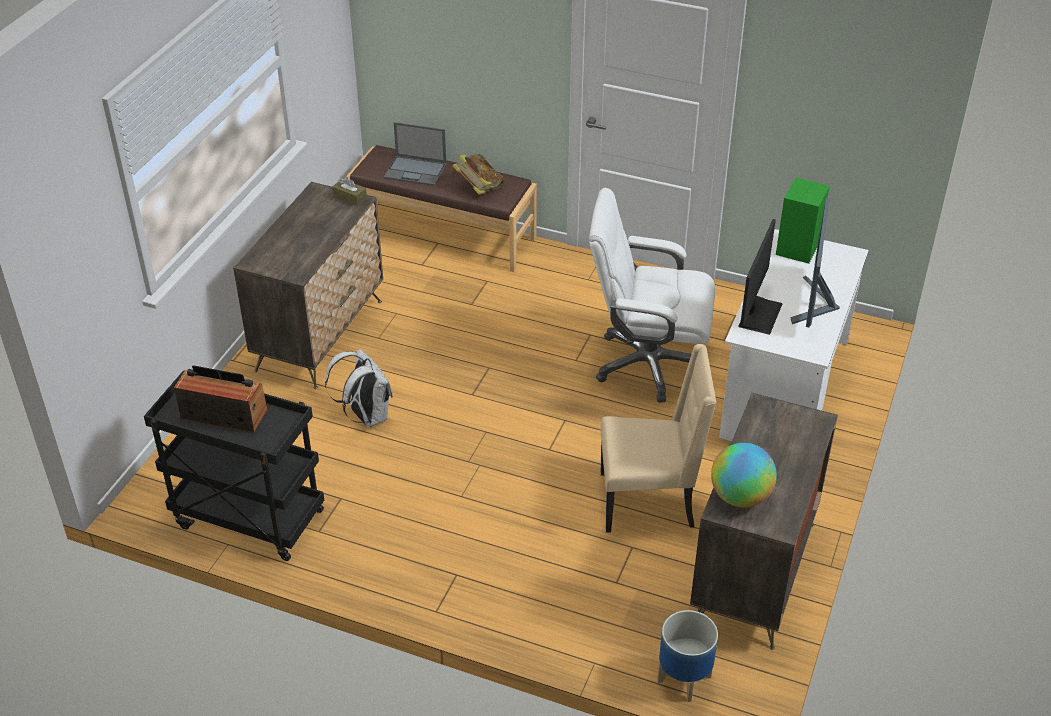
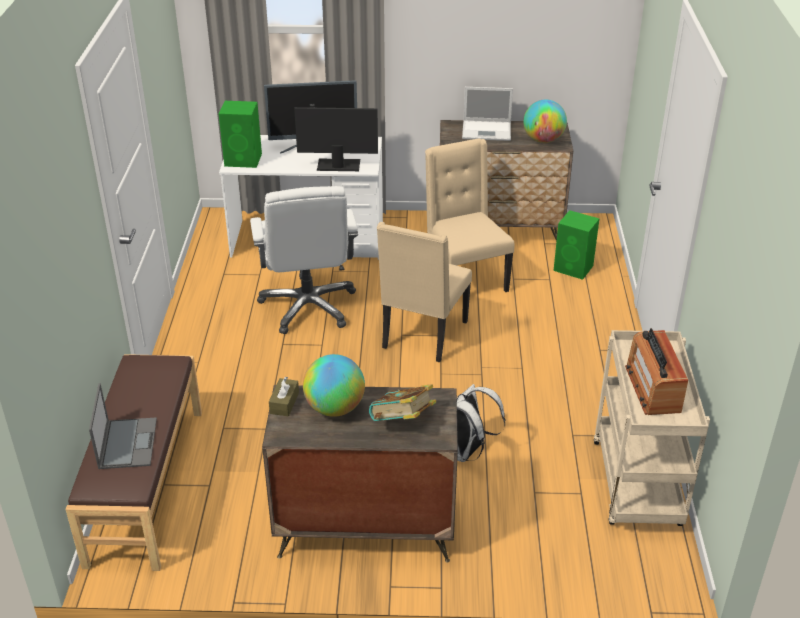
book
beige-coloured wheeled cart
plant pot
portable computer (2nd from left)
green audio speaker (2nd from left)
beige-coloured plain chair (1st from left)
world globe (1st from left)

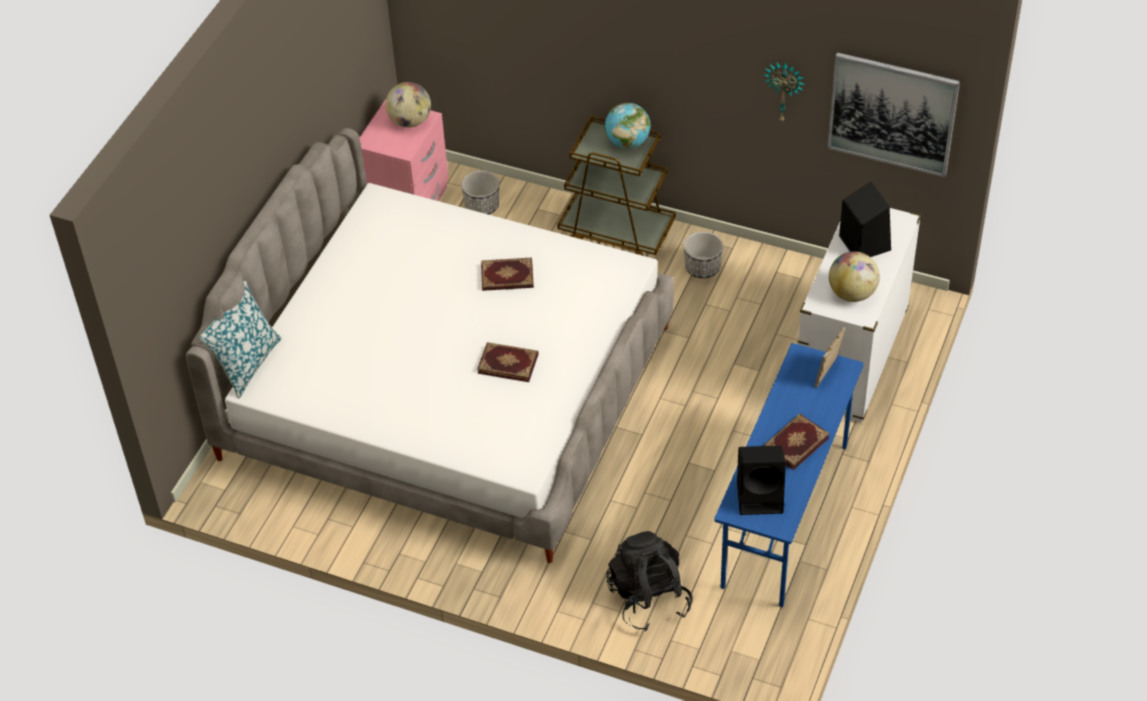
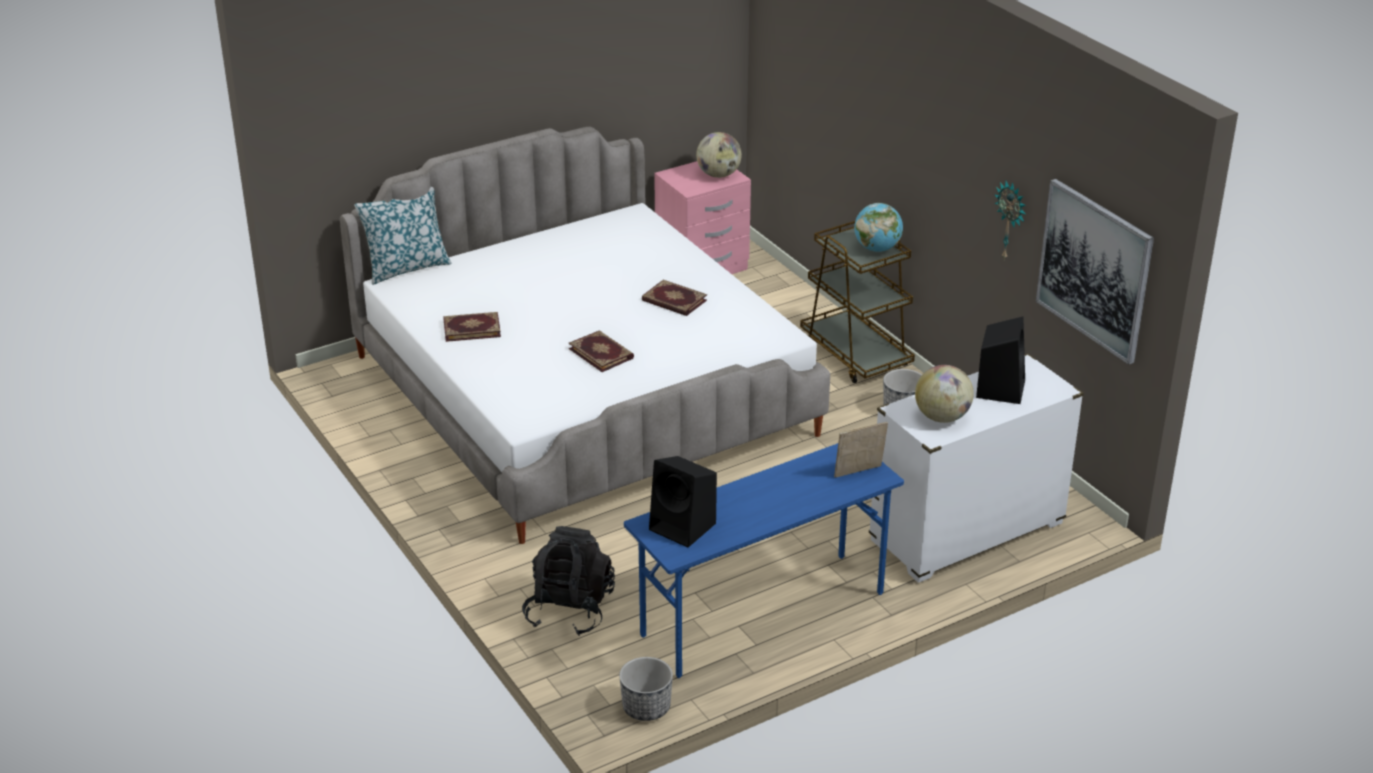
plant pot (1st from left)
book (1st from left)

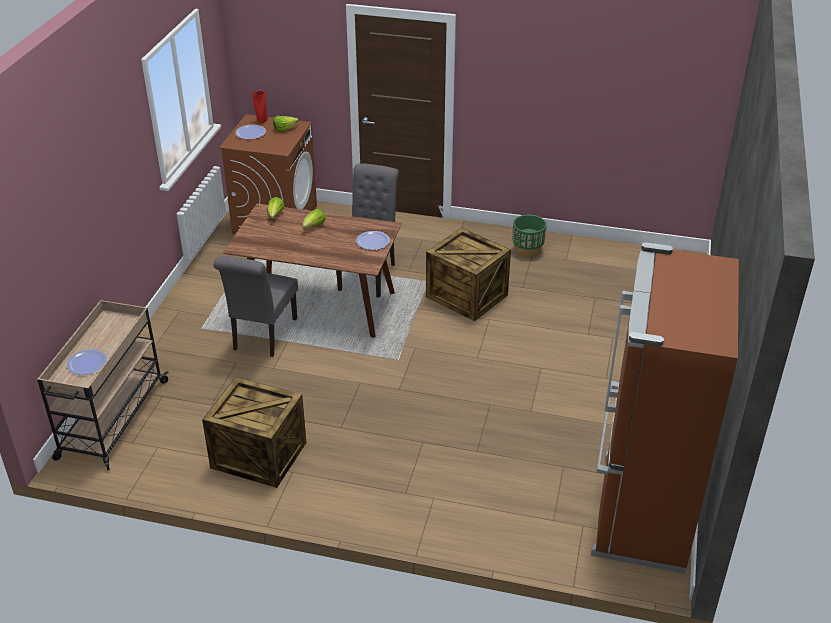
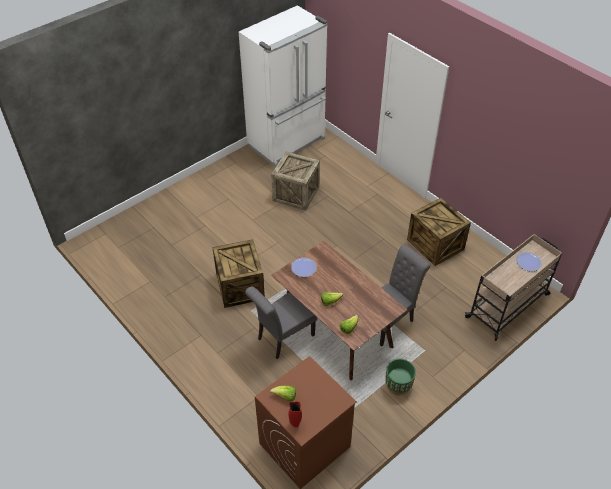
plate (2nd from left in the first image)
green plant pot
white-coloured fridge
shipping crate (2nd from left)

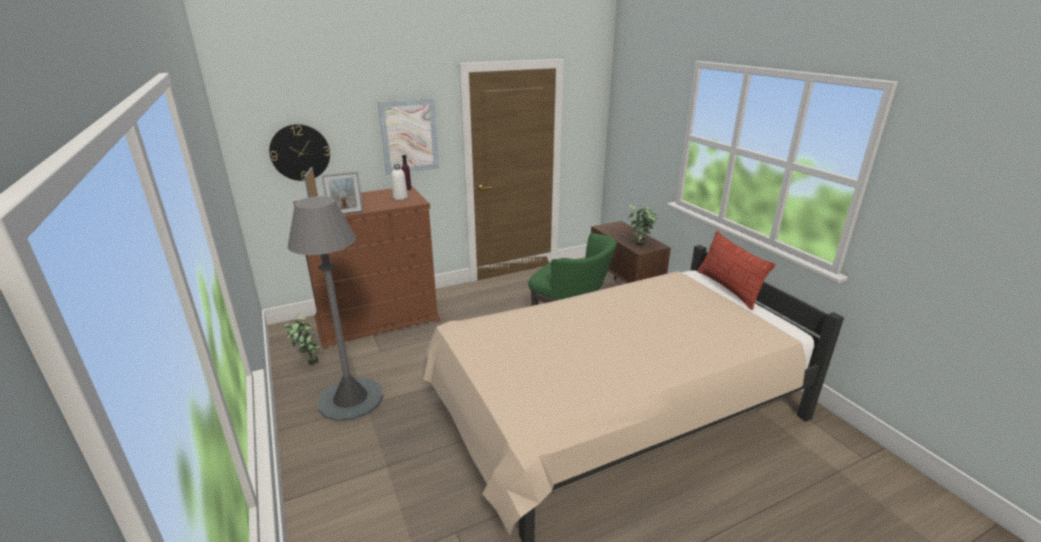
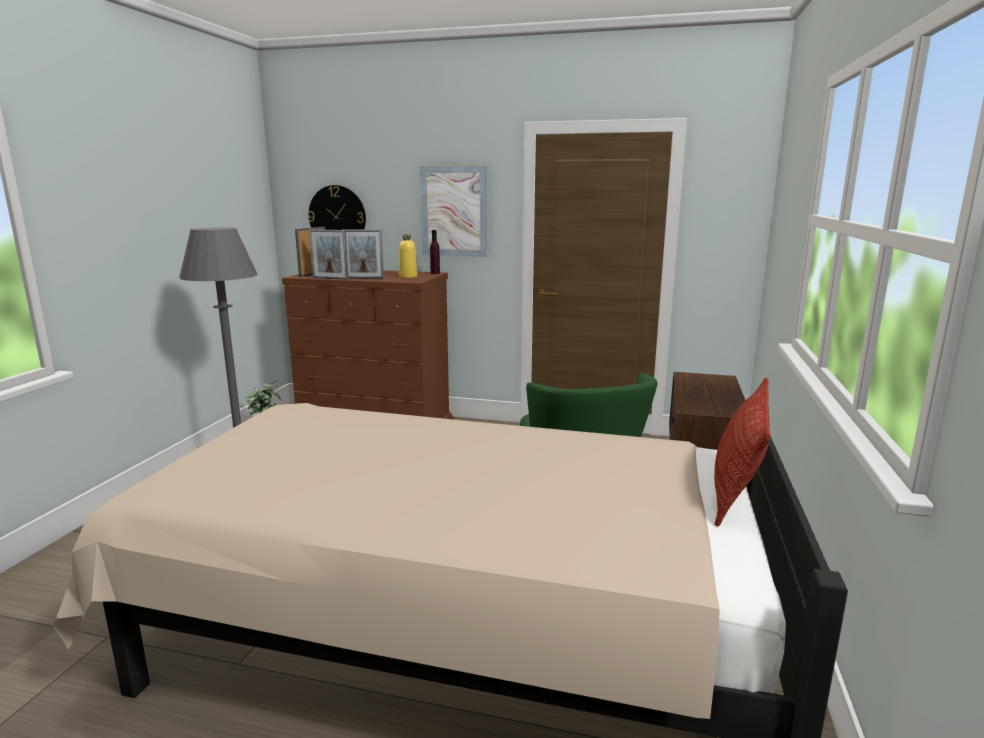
yellowish drink bottle
houseplant (2nd from left in the first image)
picture frame (3rd from left)

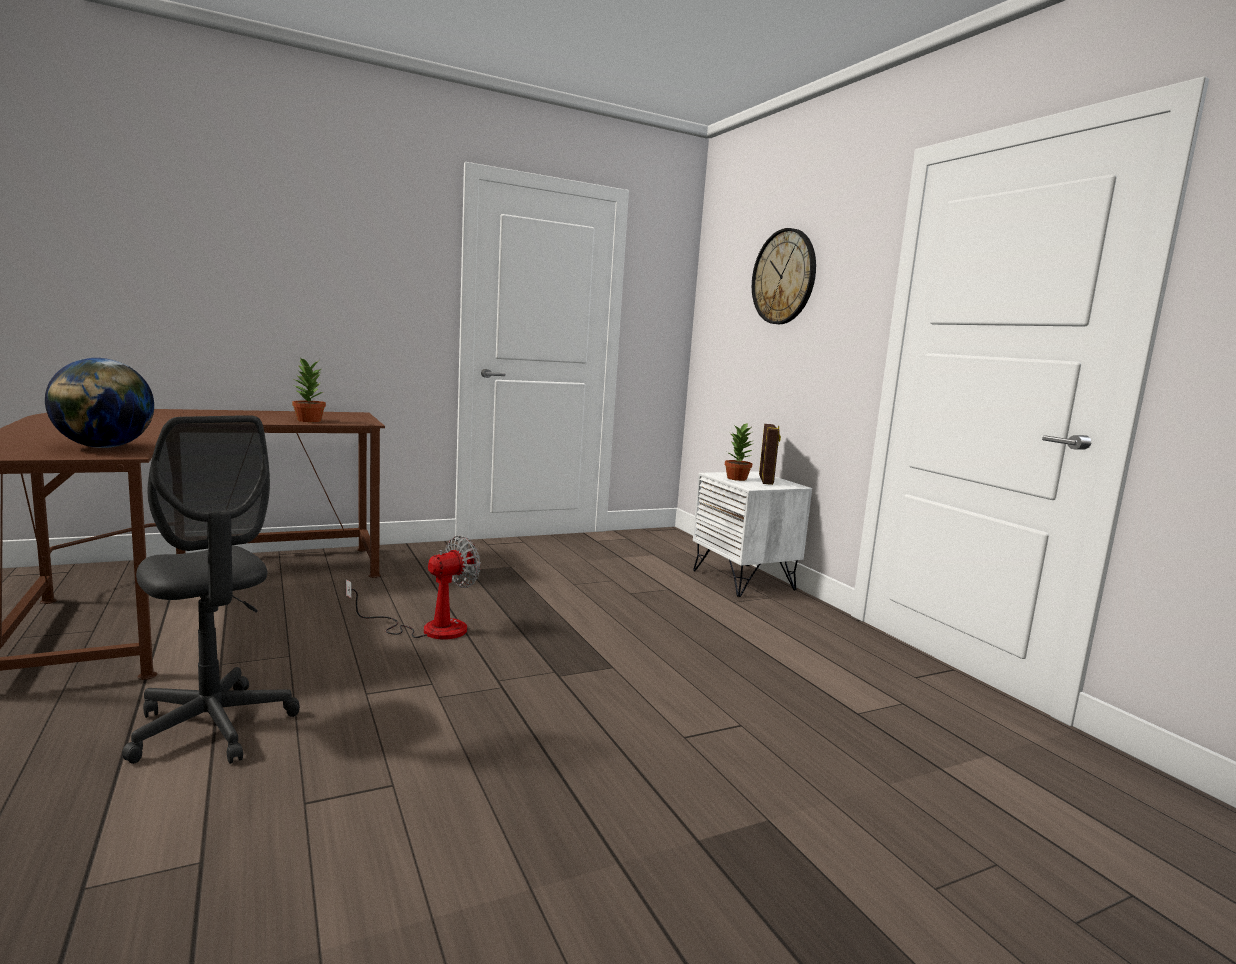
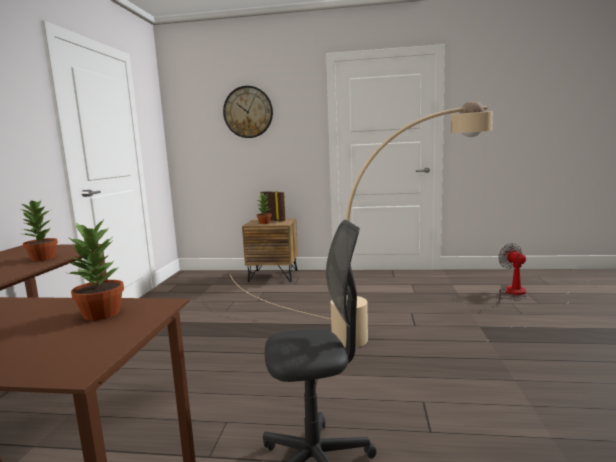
houseplant (2nd from left)
brown-coloured bedside table
electric fan
beige-coloured standard lamp

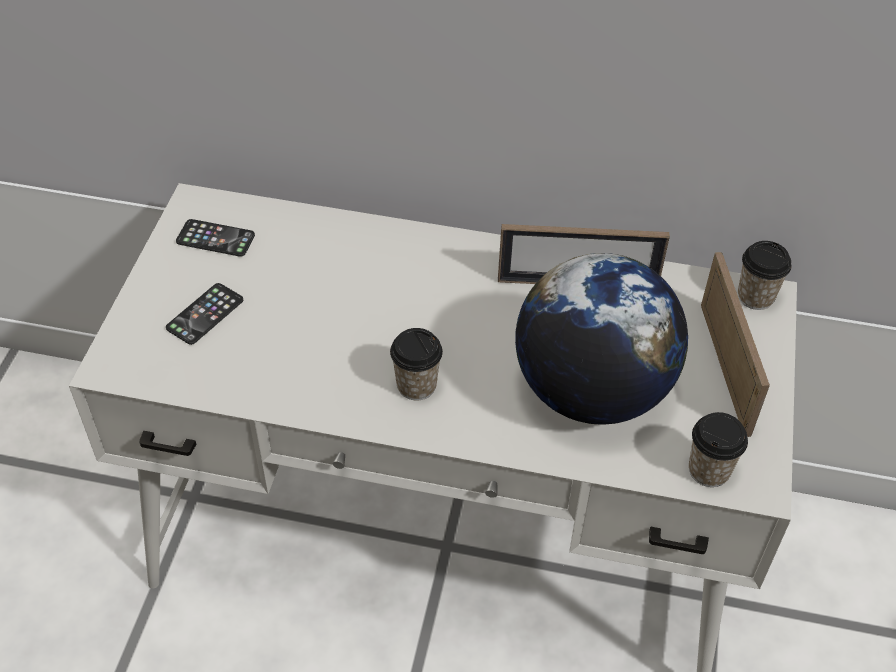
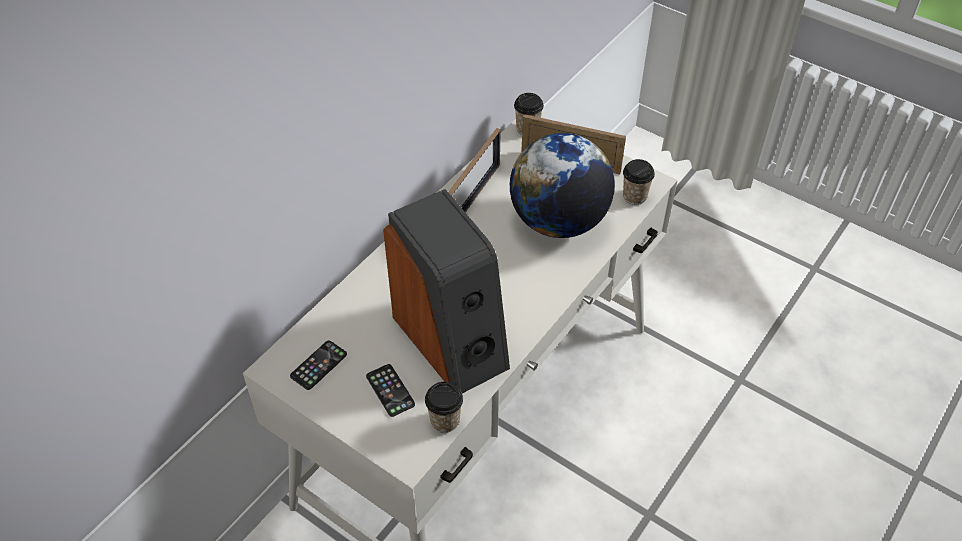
cup (1st from left)
audio speaker

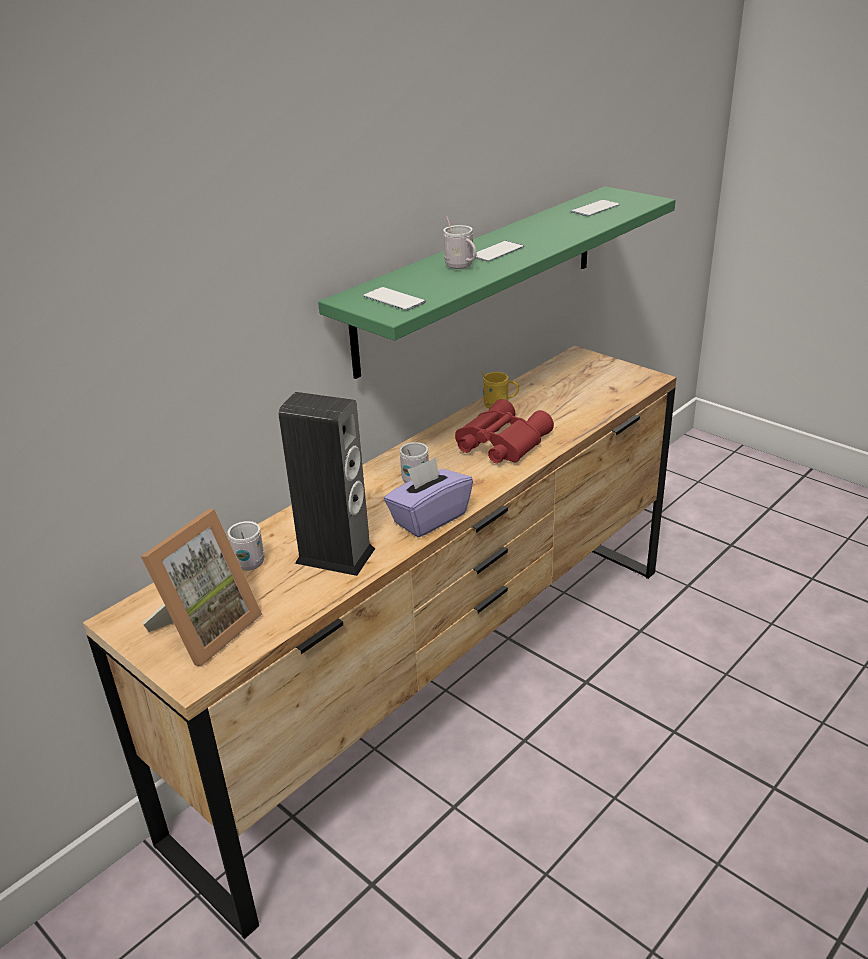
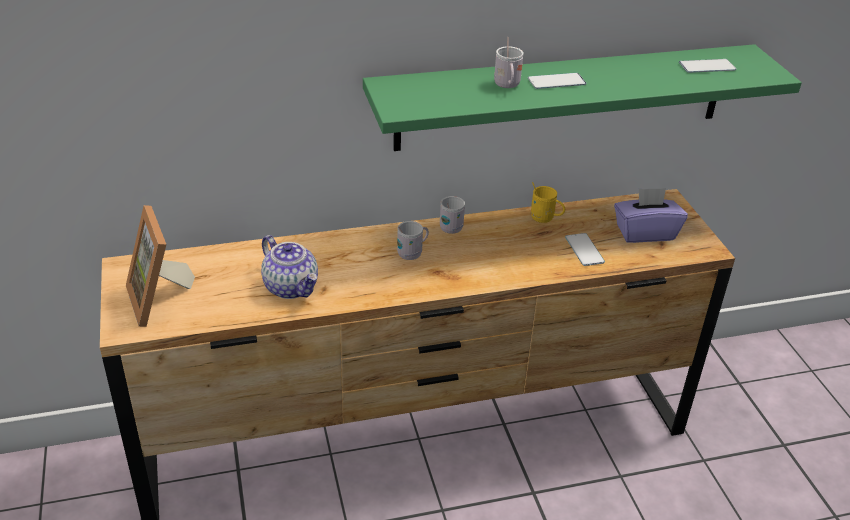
handset (2nd from left)
tea pot
red field glasses
purple tissue holder
picture frame
white-coloured tea mug (2nd from left)

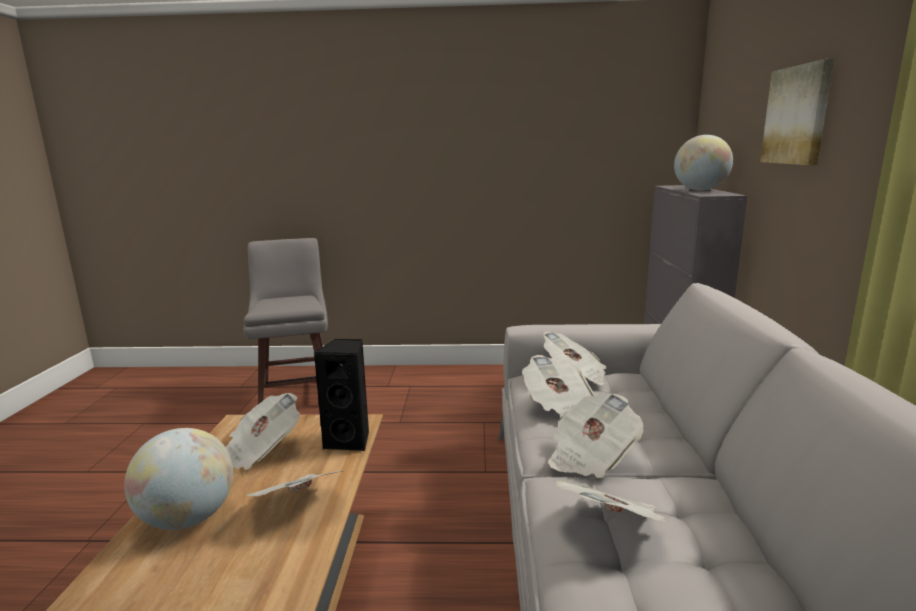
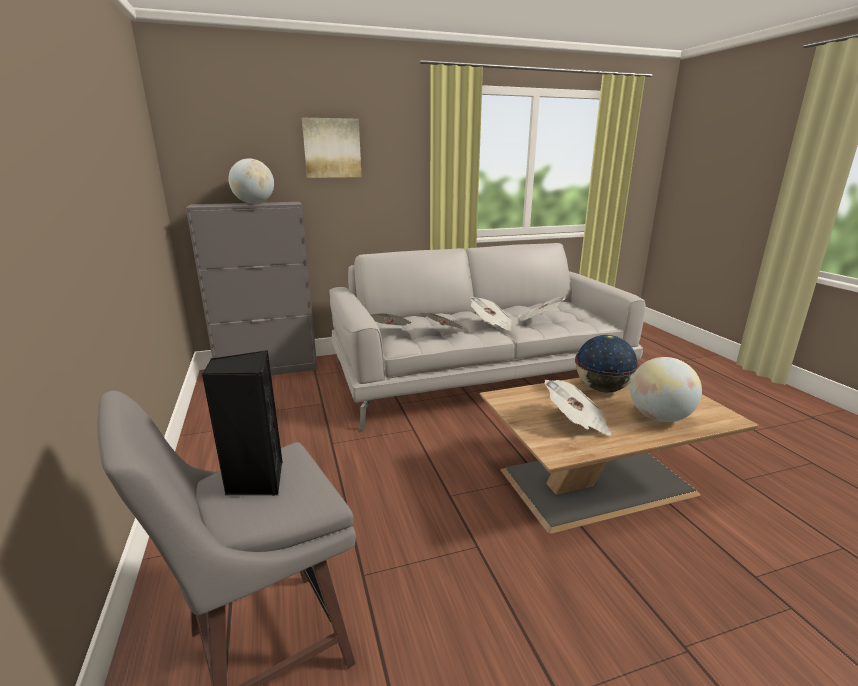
blackish audio speaker
world globe (2nd from left)

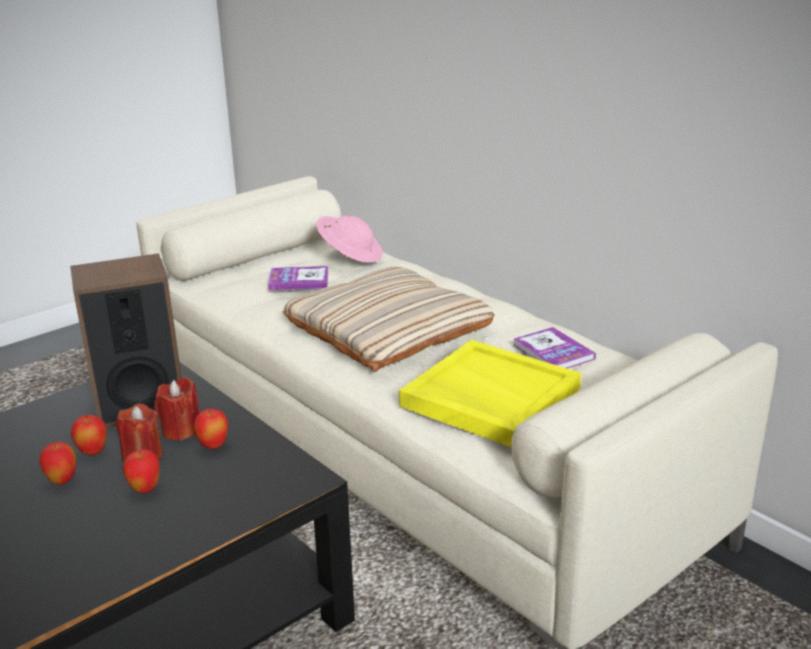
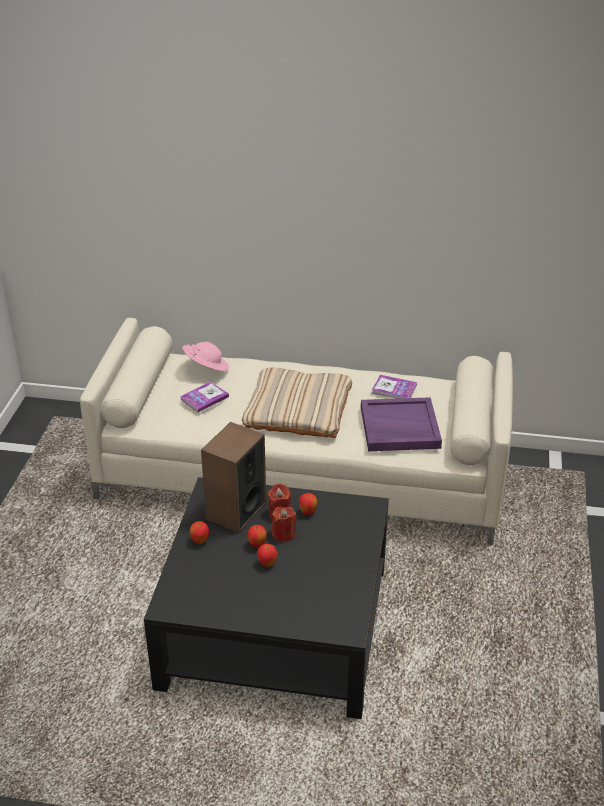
purple serving tray
apple (1st from left)

